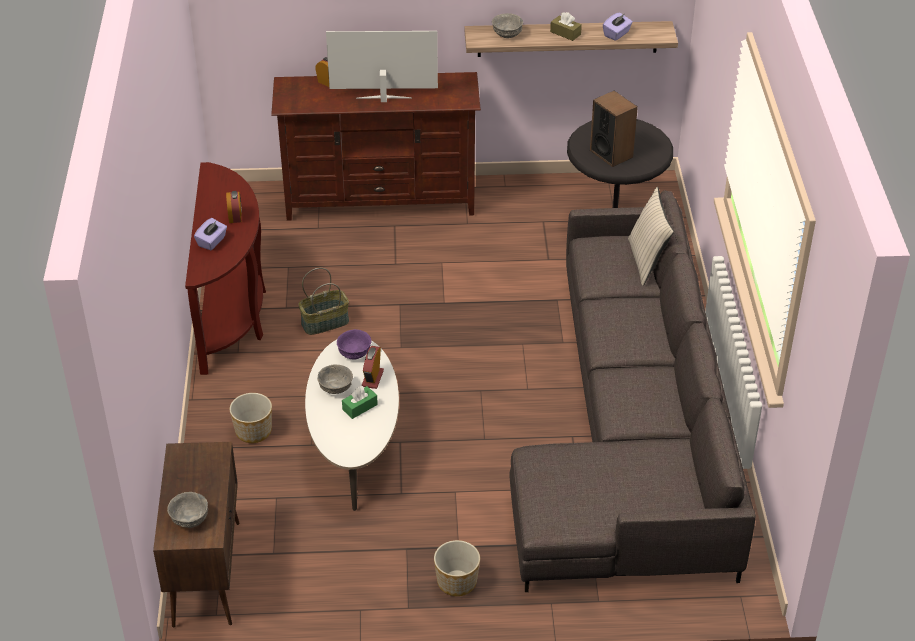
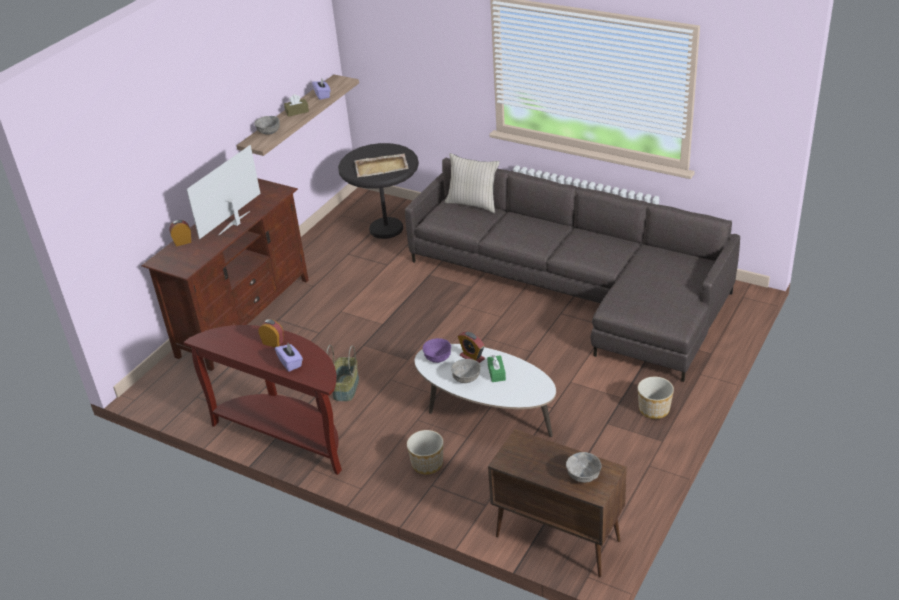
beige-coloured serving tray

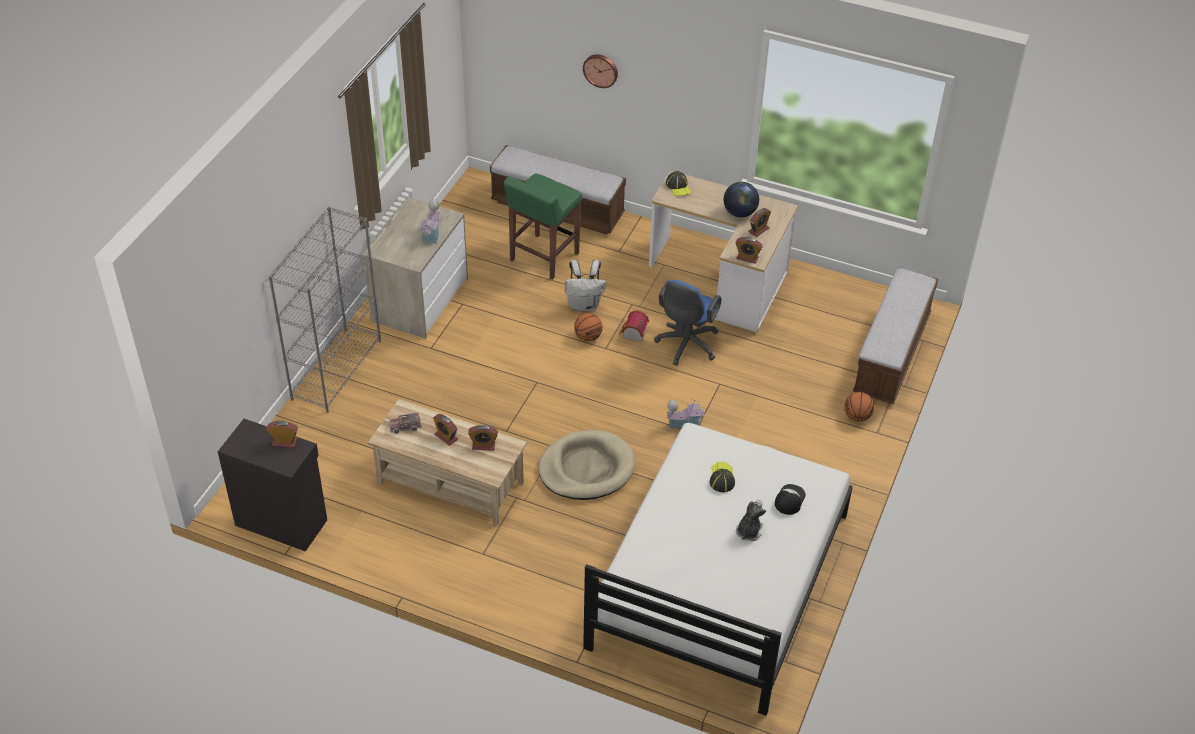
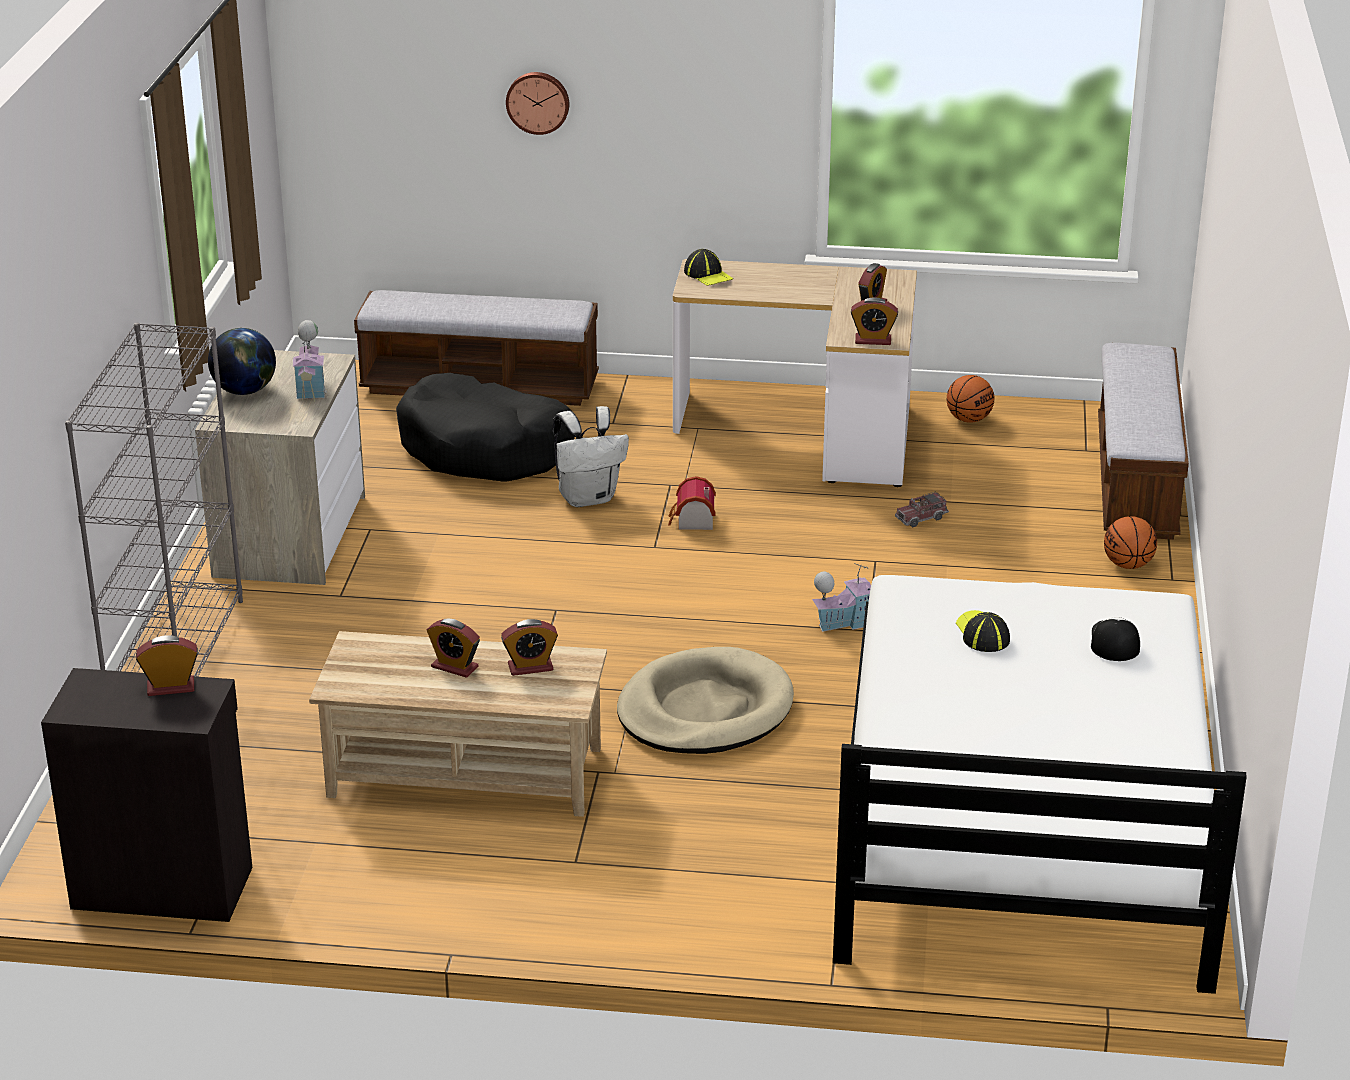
blackish pet bed
world globe
blue-coloured office chair
basketball (1st from left)
toy lorry
cuddly toy

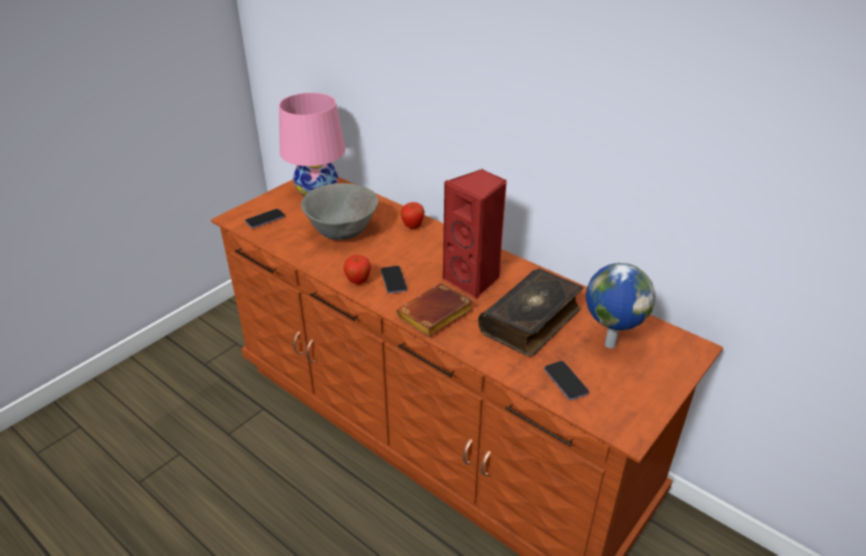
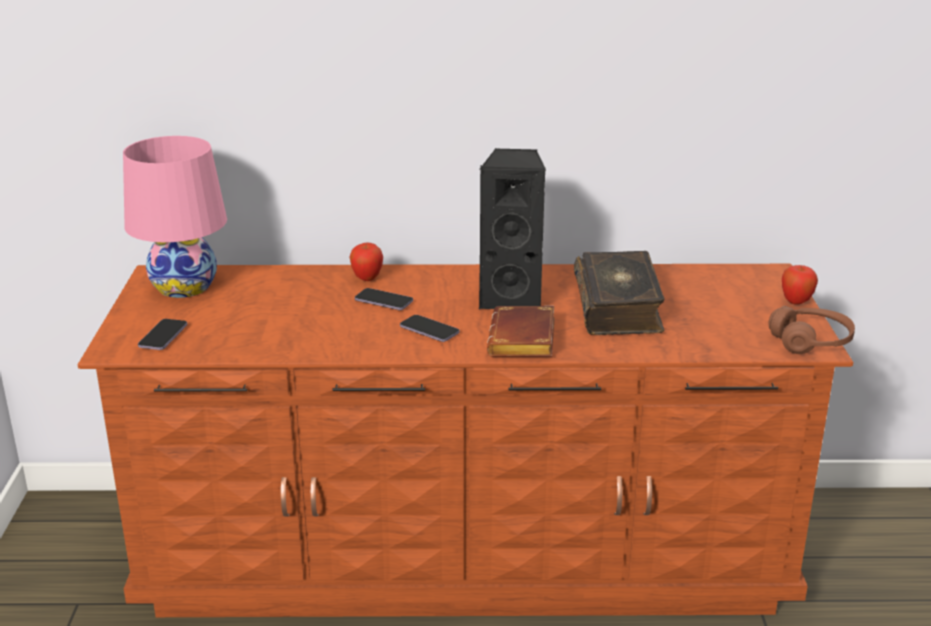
blackish audio speaker
grey bowl
apple (2nd from left)
world globe
handset (2nd from left)
brown-coloured headset

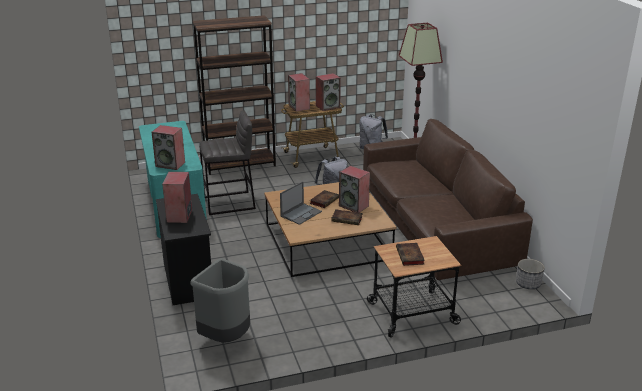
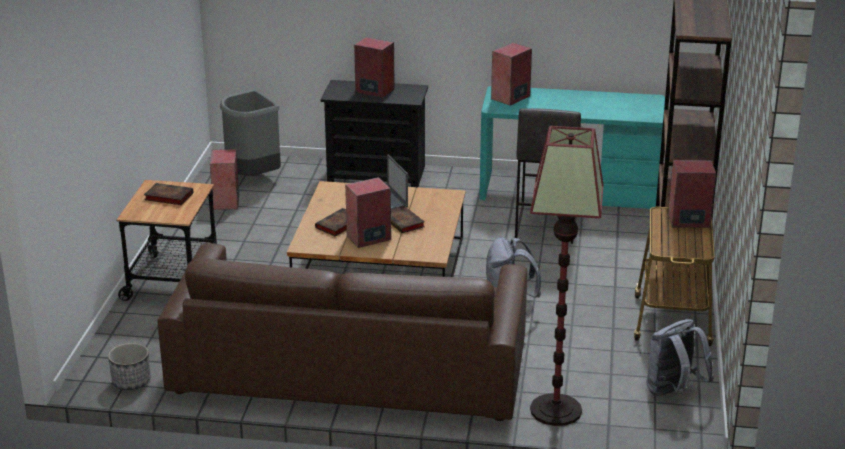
audio speaker (1st from left)

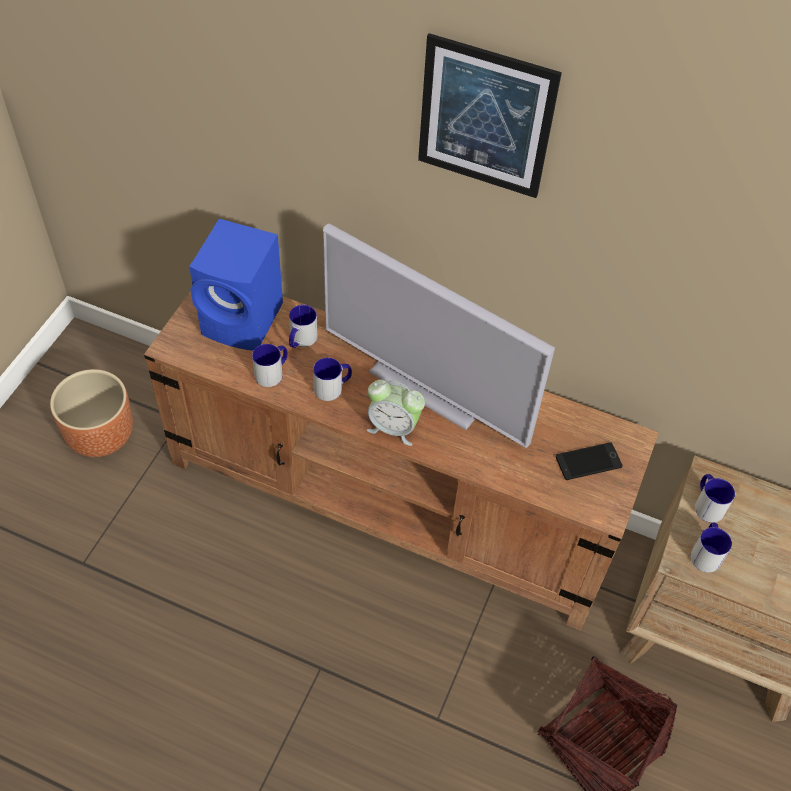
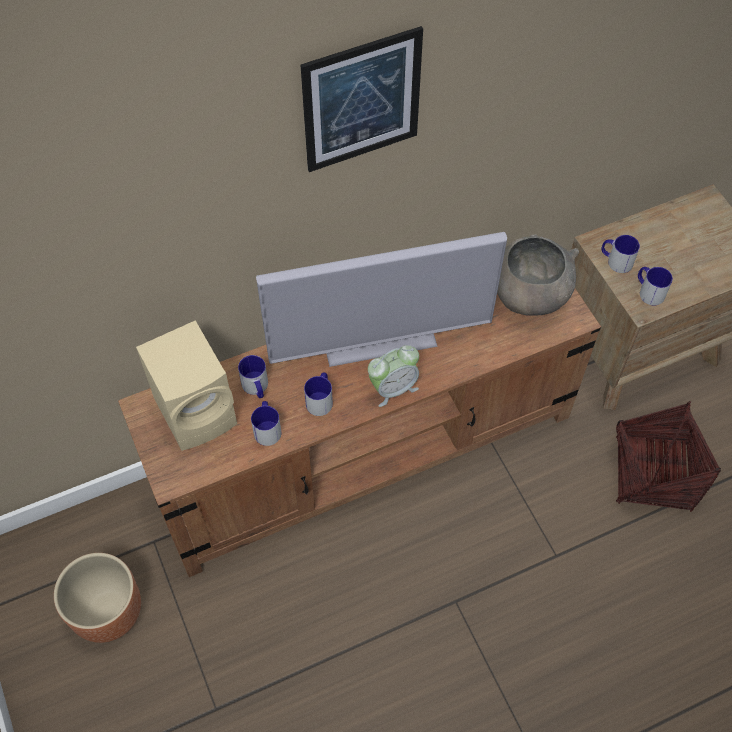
beige-coloured audio speaker
grey bowl

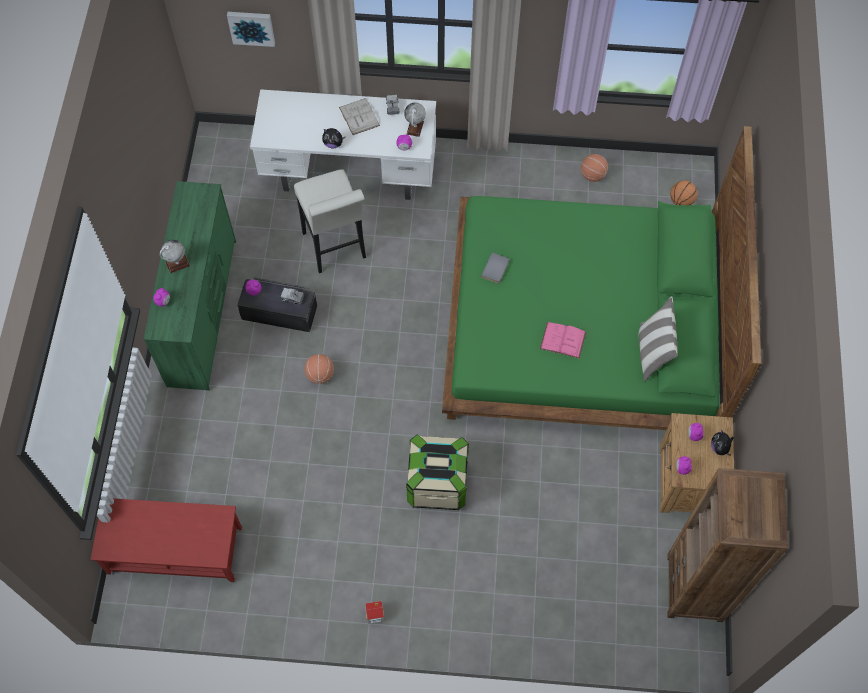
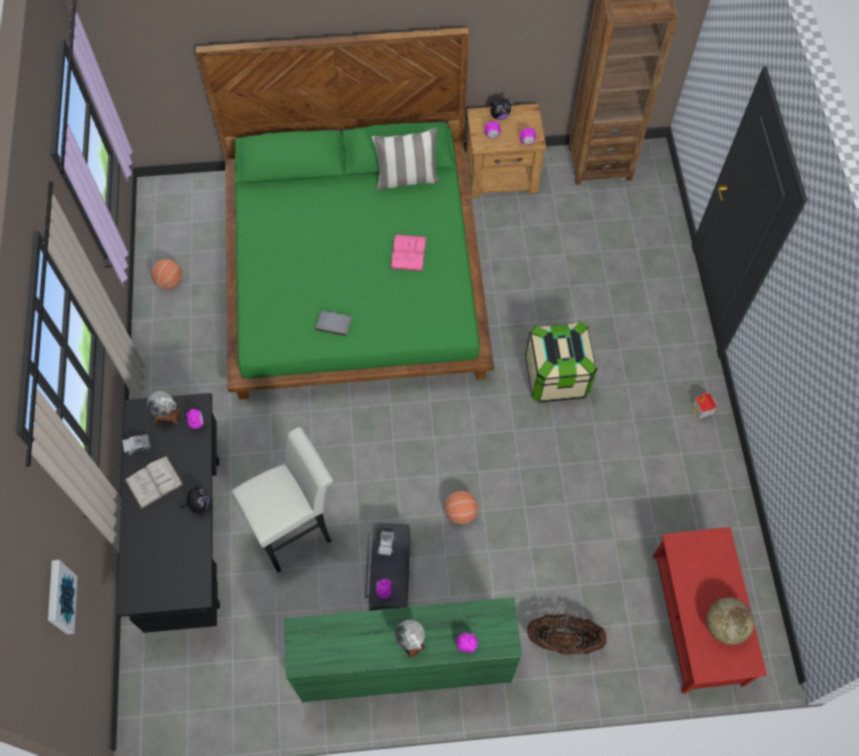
blackish desk unit
basketball (3rd from left in the first image)
world globe (3rd from left)
basket

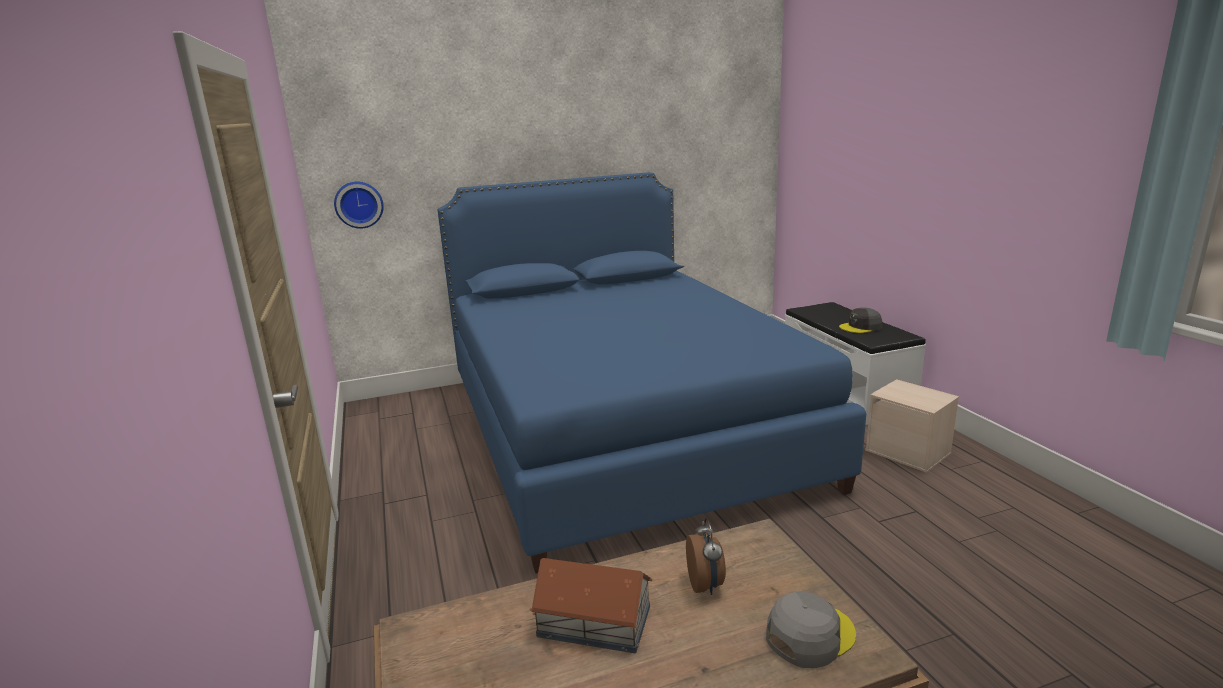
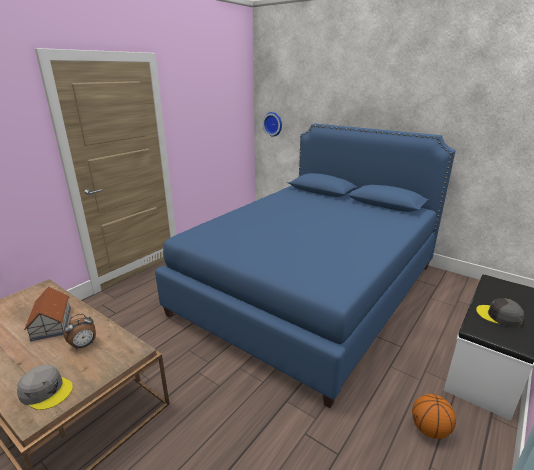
basketball

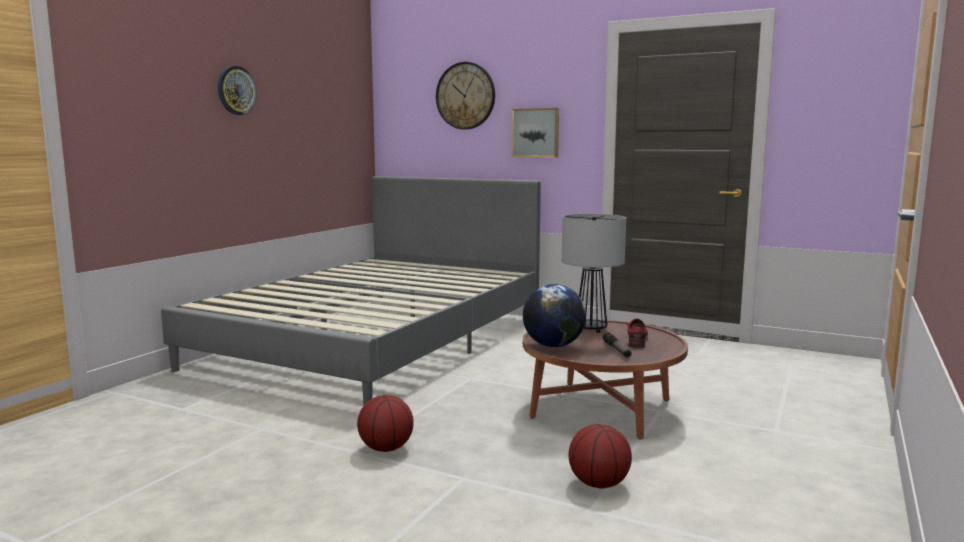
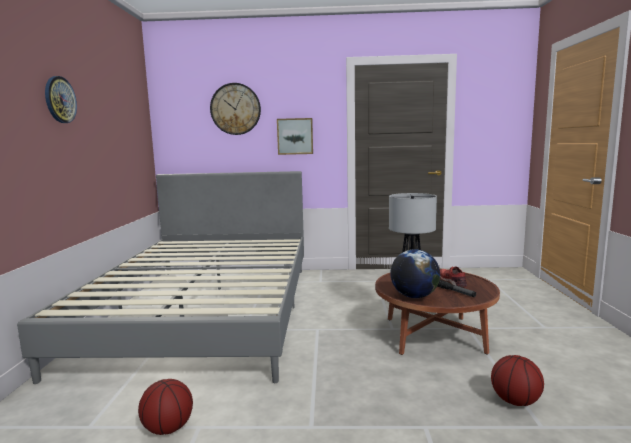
basketball (1st from left)

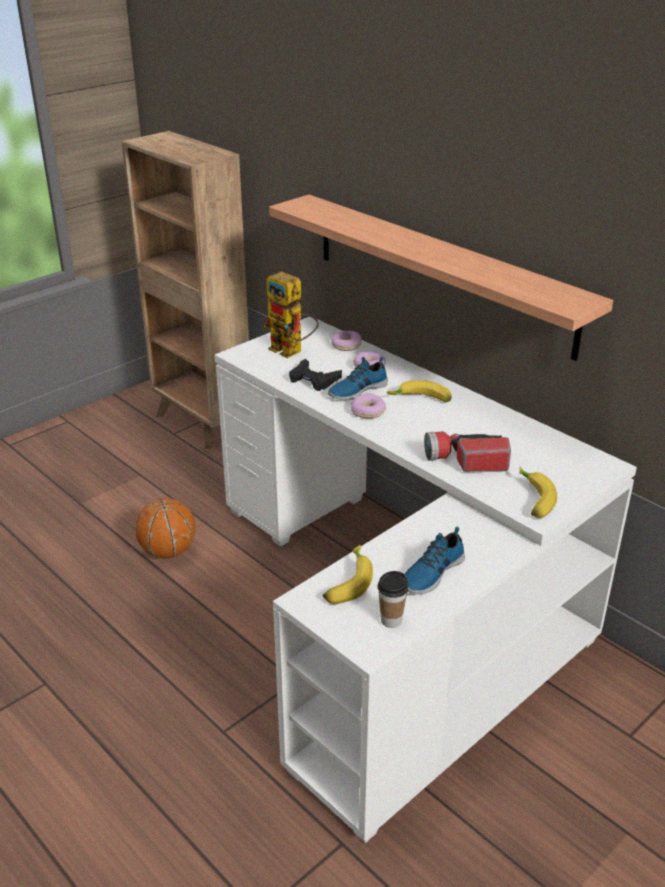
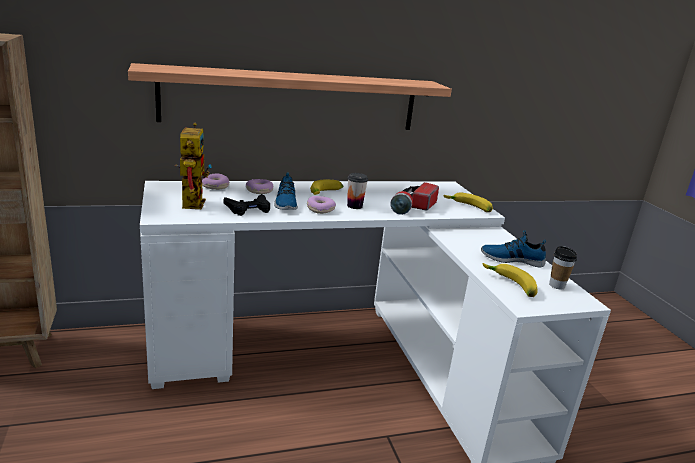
model robot
basketball
low shoe (2nd from left)
cup (1st from left)

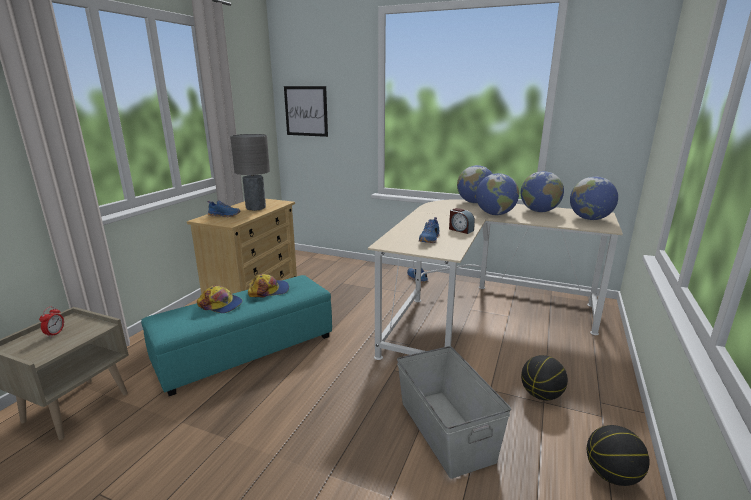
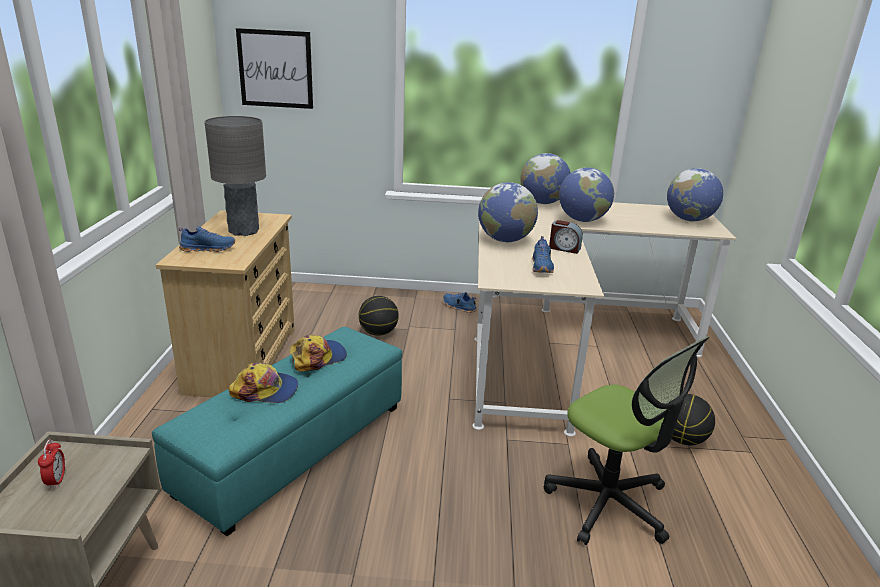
world globe (1st from left)
office chair
basketball (1st from left)

